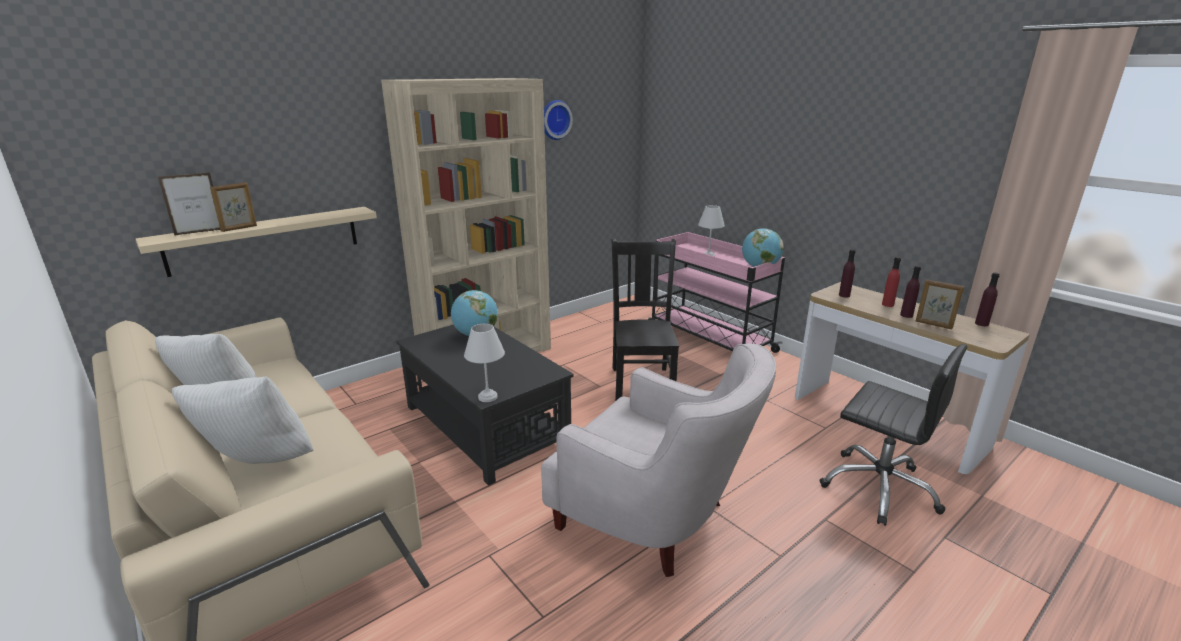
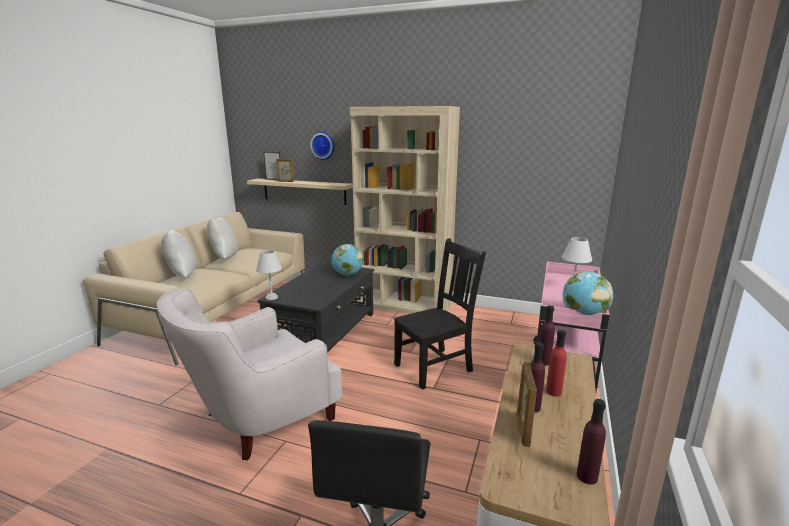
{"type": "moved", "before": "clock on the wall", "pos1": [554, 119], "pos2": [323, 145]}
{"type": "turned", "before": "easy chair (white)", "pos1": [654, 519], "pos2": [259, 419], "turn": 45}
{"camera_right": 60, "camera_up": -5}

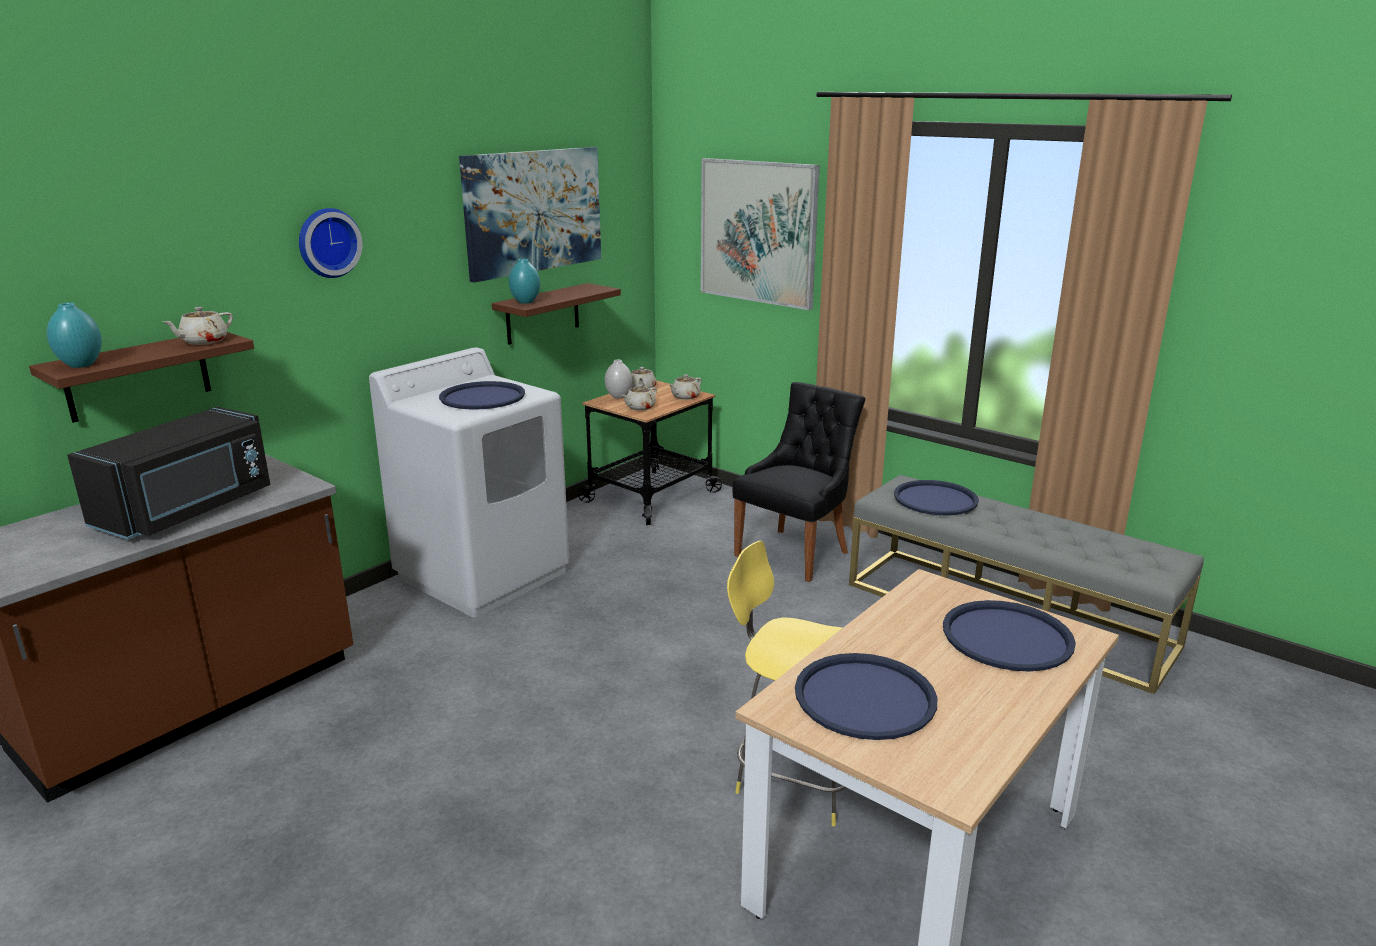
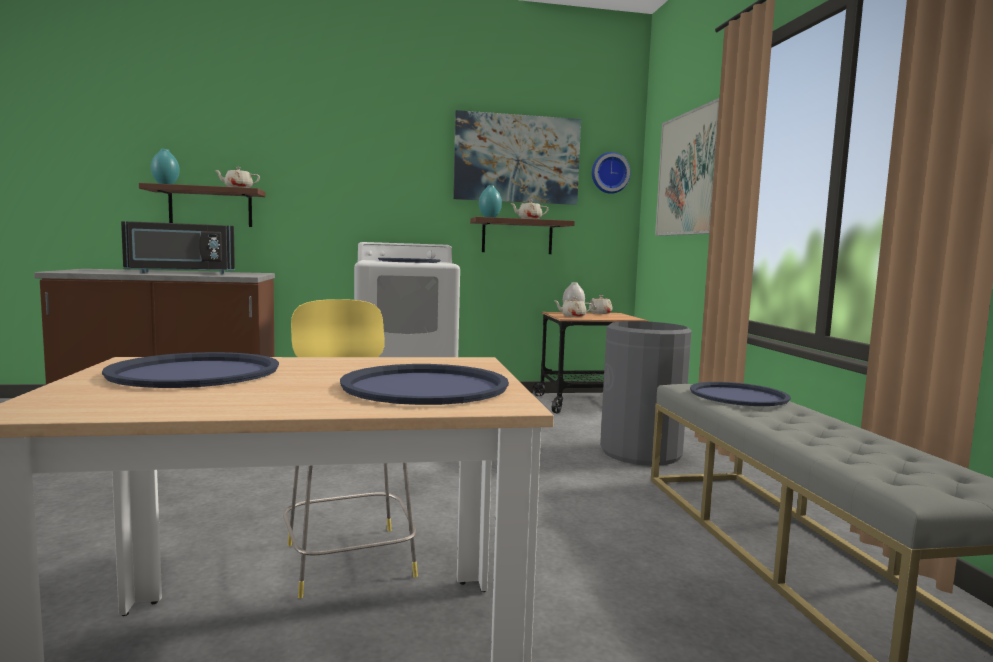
{"type": "moved", "before": "clock on the wall", "pos1": [327, 242], "pos2": [609, 173]}
{"type": "moved", "before": "teapot (beige)", "pos1": [685, 397], "pos2": [529, 219]}
{"type": "replaced", "before": "plain chair (black)", "after": "rubbish bin (gray)", "pos1": [795, 552], "pos2": [641, 452]}
{"camera_right": 40, "camera_up": -15}

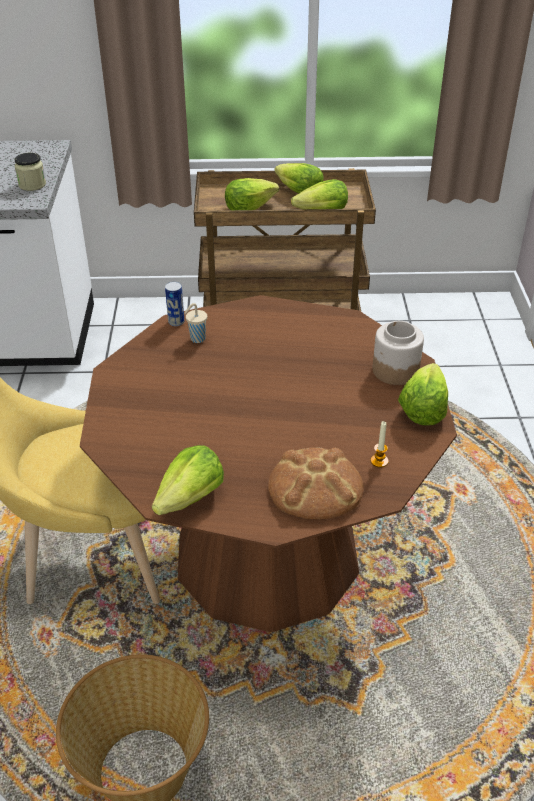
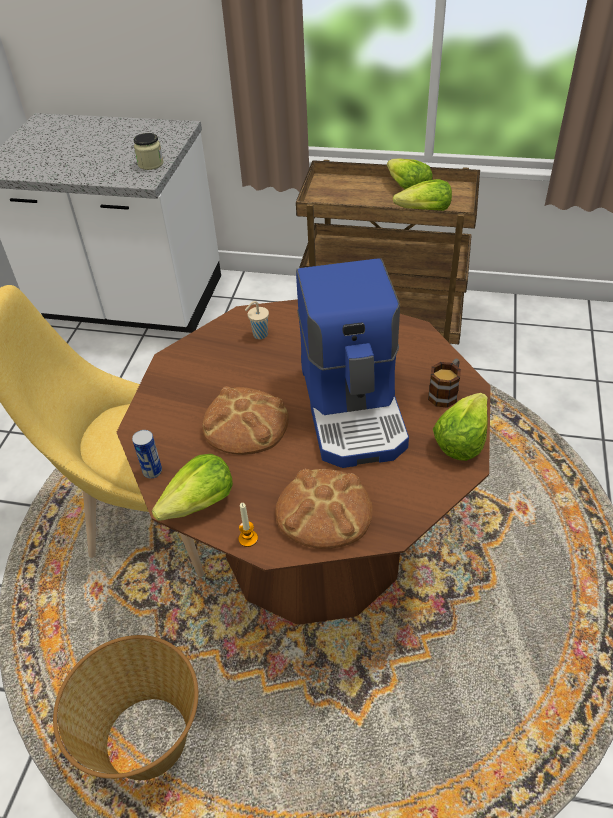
{"type": "removed", "before": "lettuce", "pos1": [249, 207]}
{"type": "moved", "before": "can", "pos1": [176, 322], "pos2": [152, 471]}
{"type": "replaced", "before": "storage jar", "after": "tea mug", "pos1": [395, 370], "pos2": [445, 392]}
{"type": "moved", "before": "wax light", "pos1": [379, 461], "pos2": [248, 538]}
{"type": "added", "after": "coffee machine", "pos2": [354, 408]}
{"type": "added", "after": "bakery bread", "pos2": [245, 423]}
{"camera_right": 15, "camera_up": 5}

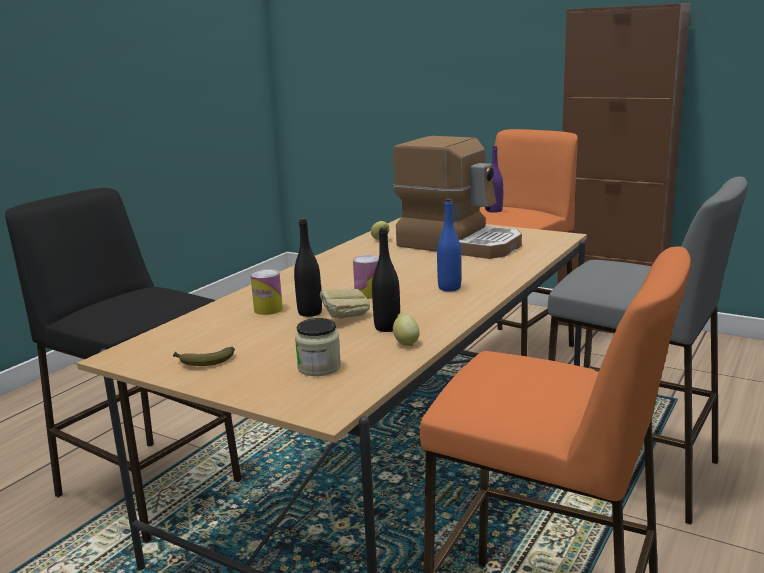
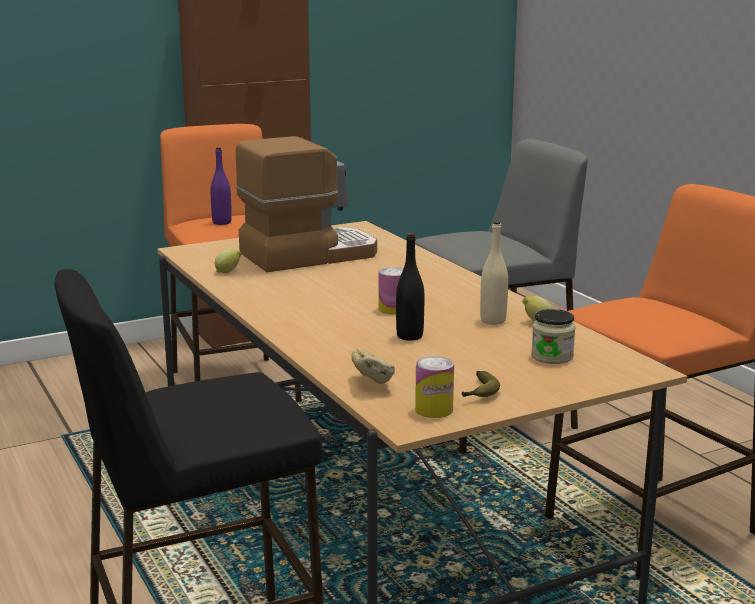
{"type": "removed", "before": "beverage bottle (bluish)", "pos1": [449, 288]}
{"type": "recoloured", "before": "beverage bottle (black)", "after": "beverage bottle (beige)", "pos1": [387, 327], "pos2": [493, 320]}
{"type": "moved", "before": "can", "pos1": [268, 309], "pos2": [434, 409]}
{"type": "moved", "before": "bakery bread", "pos1": [345, 318], "pos2": [372, 384]}
{"camera_right": -60, "camera_up": 0}

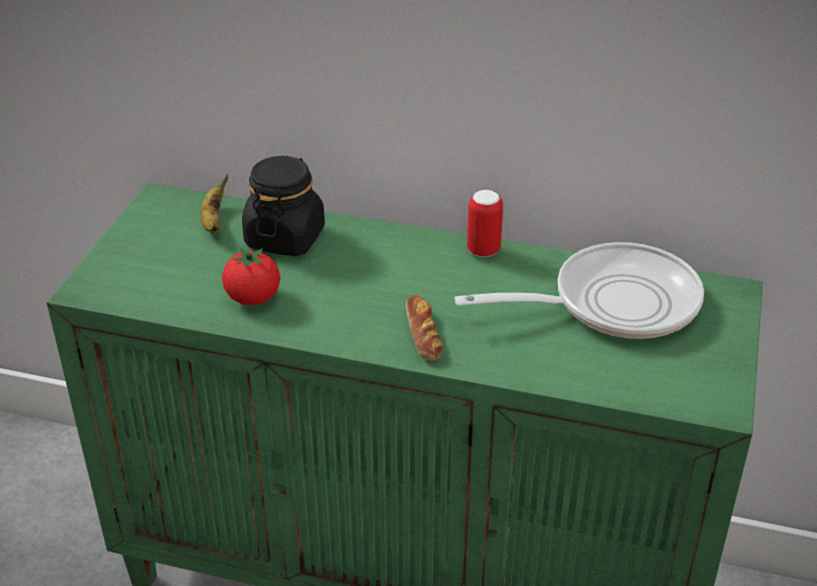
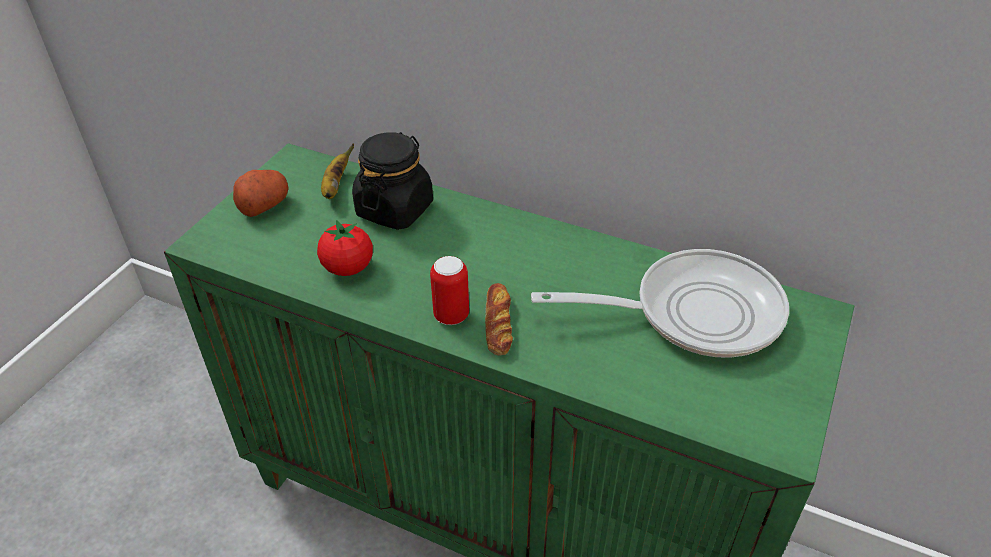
{"type": "moved", "before": "can", "pos1": [483, 250], "pos2": [451, 315]}
{"type": "added", "after": "spud", "pos2": [264, 204]}
{"camera_right": 10, "camera_up": 5}

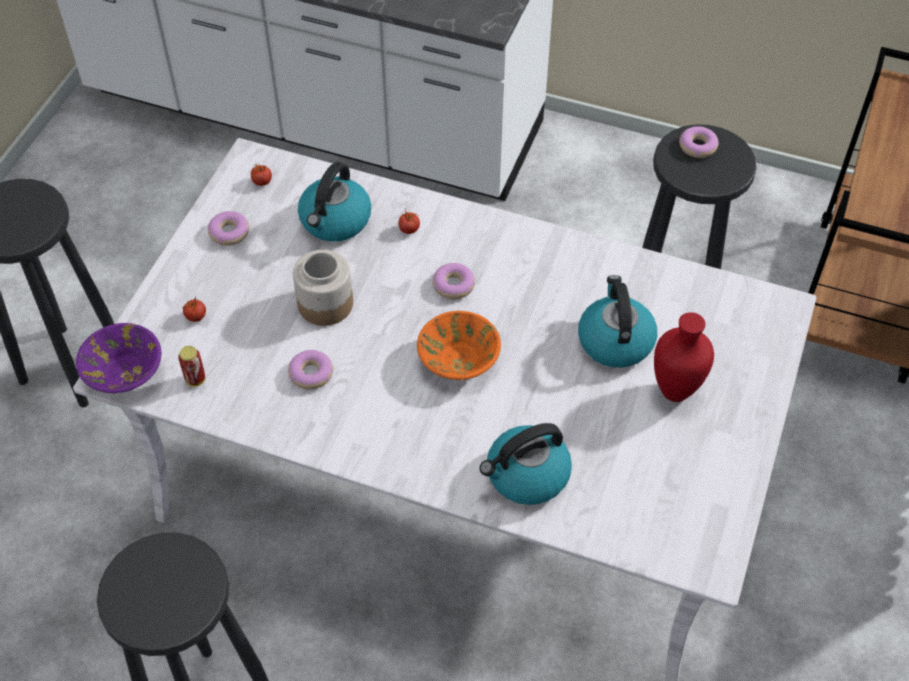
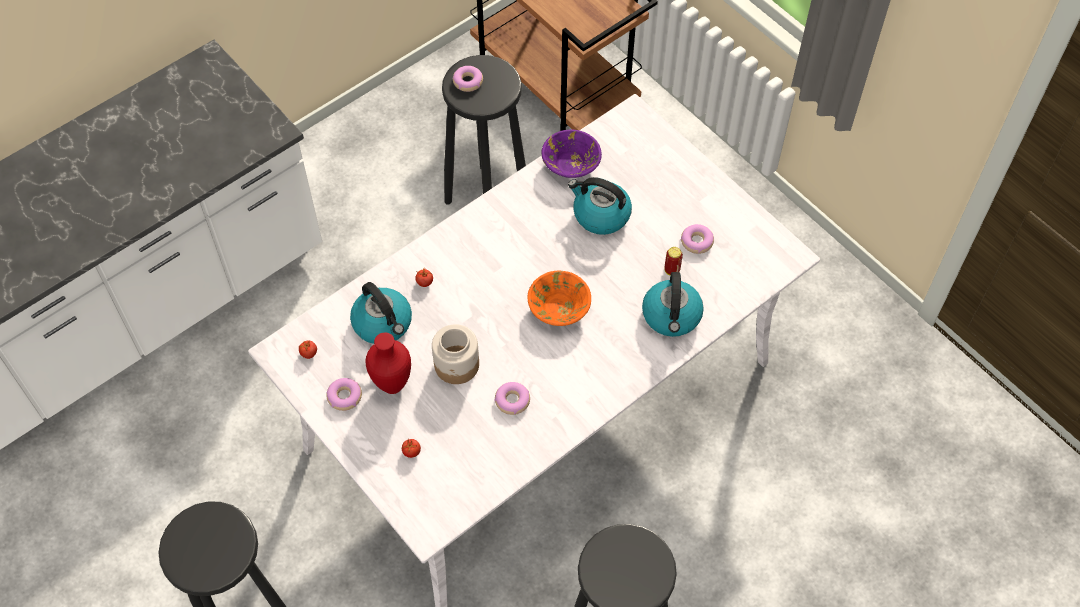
{"type": "moved", "before": "ring doughnut", "pos1": [454, 285], "pos2": [697, 242]}
{"type": "moved", "before": "vase (red-coloured)", "pos1": [675, 393], "pos2": [394, 386]}
{"type": "moved", "before": "bowl (purple)", "pos1": [124, 373], "pos2": [571, 165]}
{"type": "moved", "before": "can", "pos1": [195, 379], "pos2": [672, 270]}
{"camera_right": -60, "camera_up": 5}

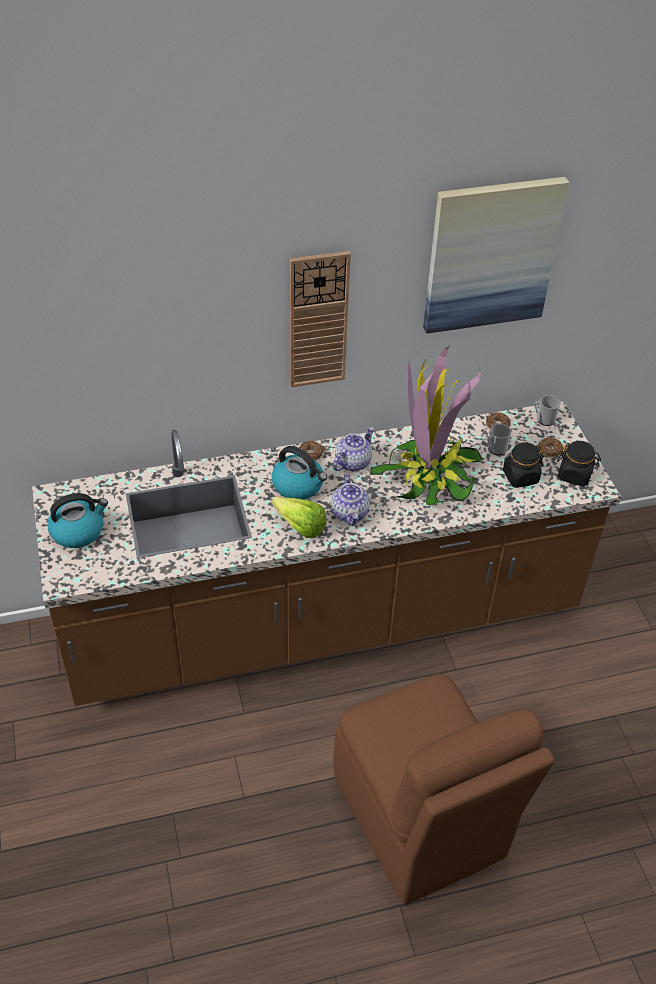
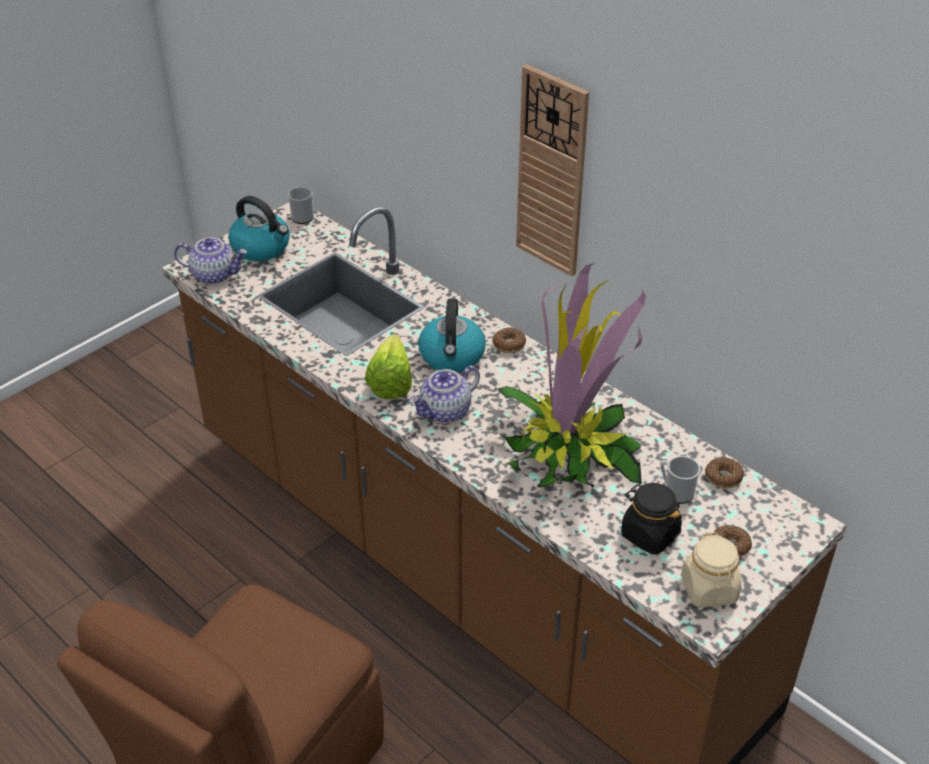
{"type": "removed", "before": "wall picture", "pos1": [491, 255]}
{"type": "moved", "before": "tea mug", "pos1": [543, 419], "pos2": [301, 216]}
{"type": "moved", "before": "teapot", "pos1": [352, 462], "pos2": [214, 275]}
{"type": "recoloured", "before": "storage jar (black)", "after": "storage jar (beige)", "pos1": [575, 475], "pos2": [709, 589]}
{"camera_right": 60, "camera_up": -5}

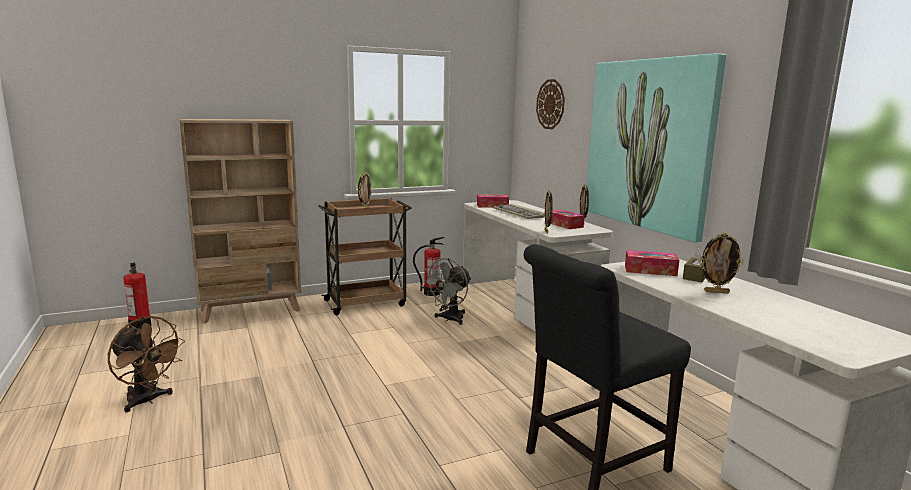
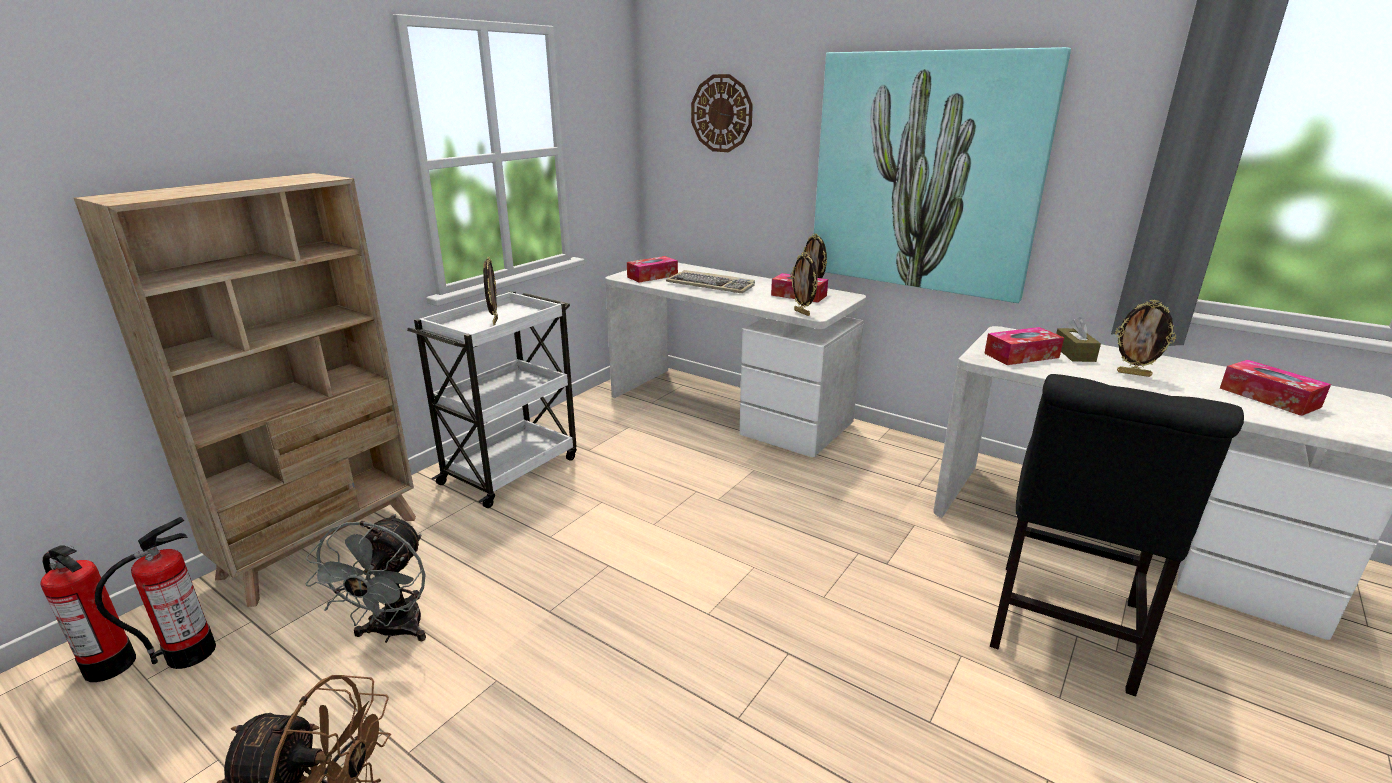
{"type": "recoloured", "before": "wheeled cart (brown)", "after": "wheeled cart (white)", "pos1": [366, 303], "pos2": [511, 469]}
{"type": "turned", "before": "photo frame", "pos1": [716, 292], "pos2": [1133, 373], "turn": 45}
{"type": "moved", "before": "fire-fighting cylinder", "pos1": [431, 293], "pos2": [190, 653]}
{"type": "moved", "before": "cooling fan (gray)", "pos1": [449, 319], "pos2": [392, 632]}
{"type": "added", "after": "tissue holder", "pos2": [1269, 397]}
{"camera_right": -30, "camera_up": 10}

